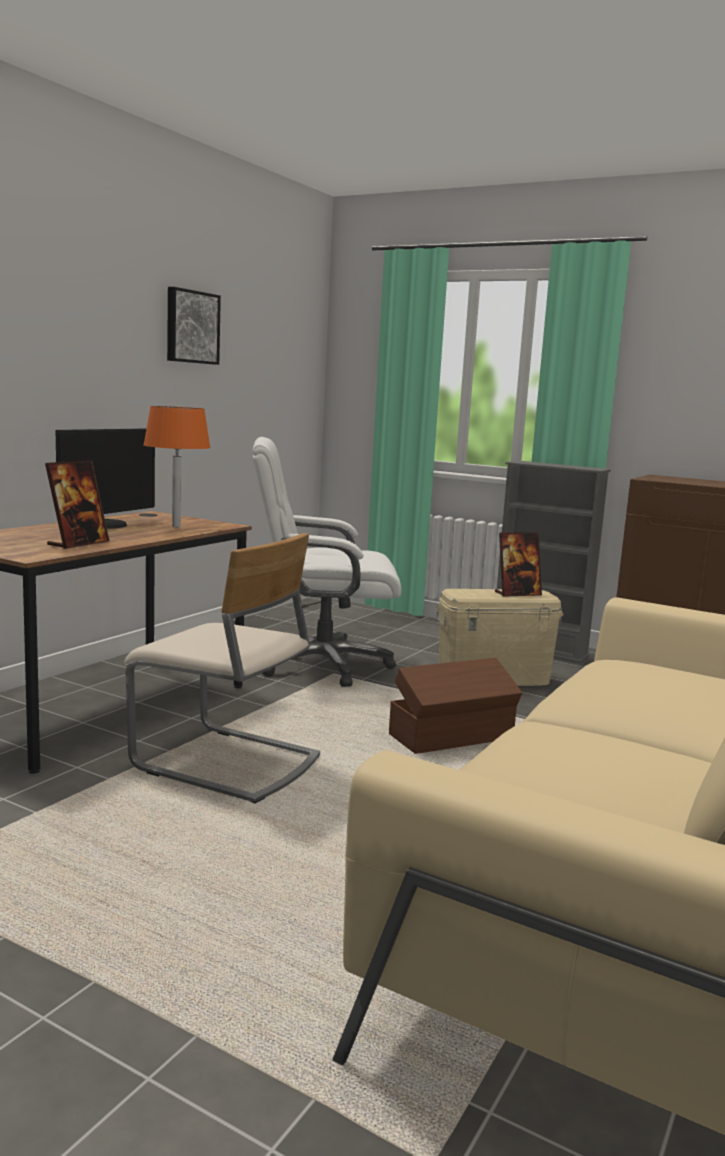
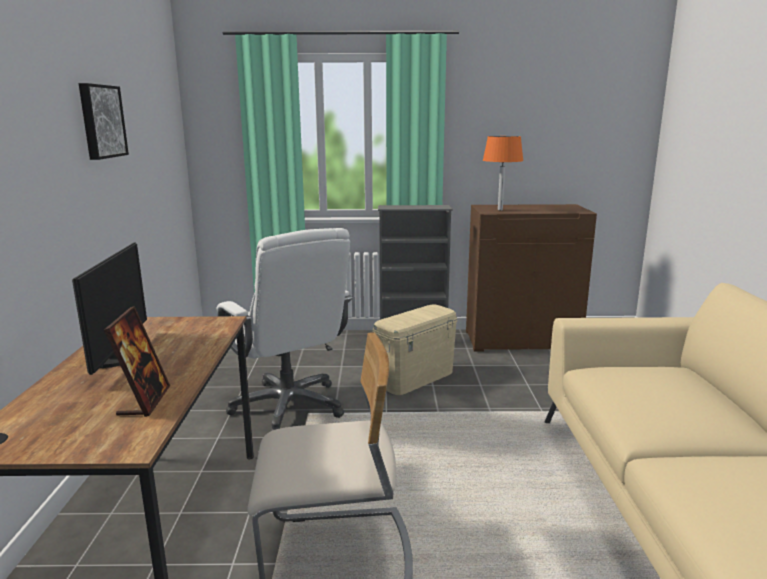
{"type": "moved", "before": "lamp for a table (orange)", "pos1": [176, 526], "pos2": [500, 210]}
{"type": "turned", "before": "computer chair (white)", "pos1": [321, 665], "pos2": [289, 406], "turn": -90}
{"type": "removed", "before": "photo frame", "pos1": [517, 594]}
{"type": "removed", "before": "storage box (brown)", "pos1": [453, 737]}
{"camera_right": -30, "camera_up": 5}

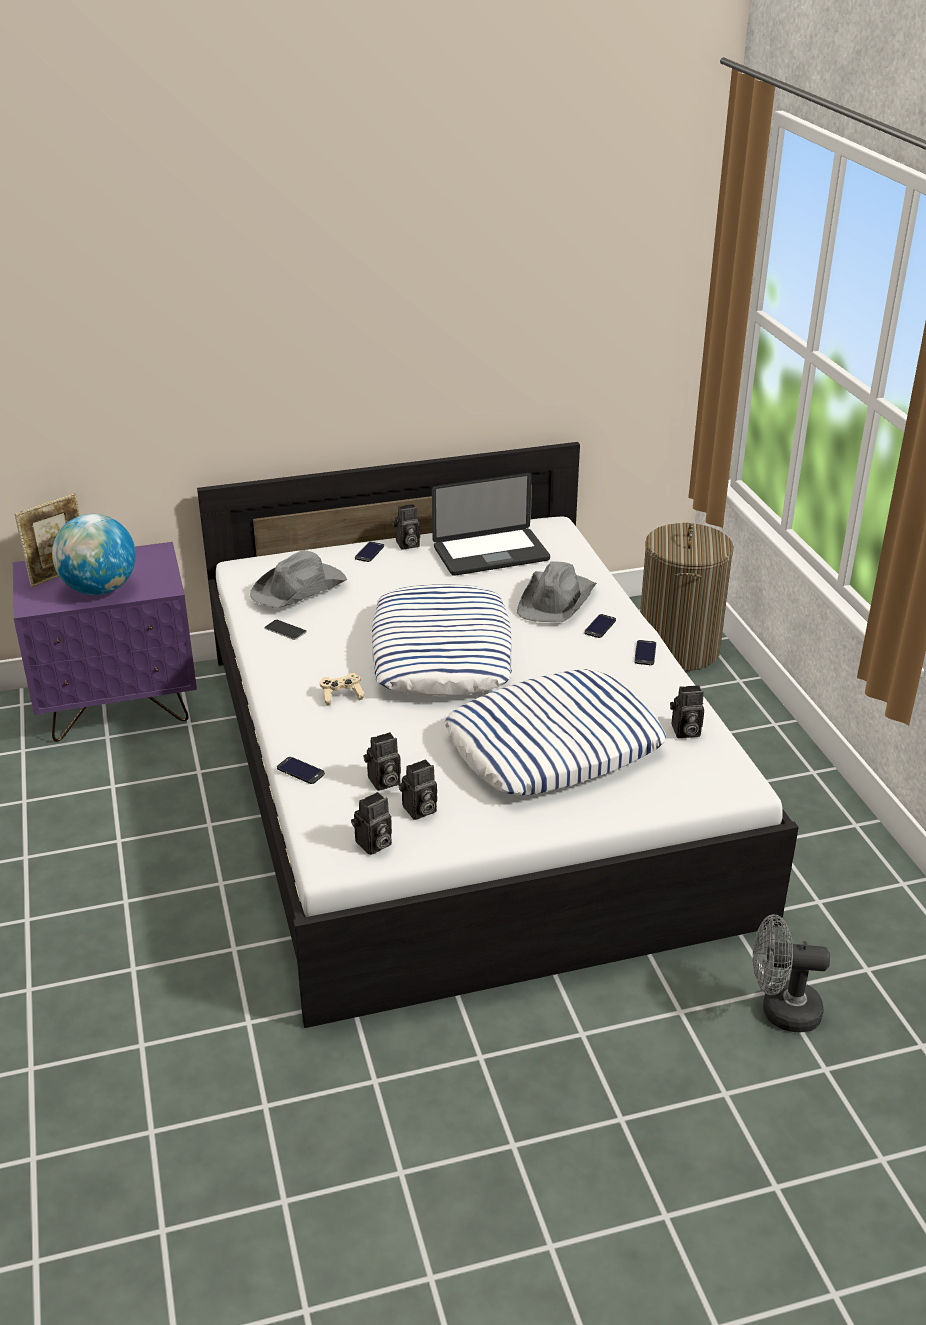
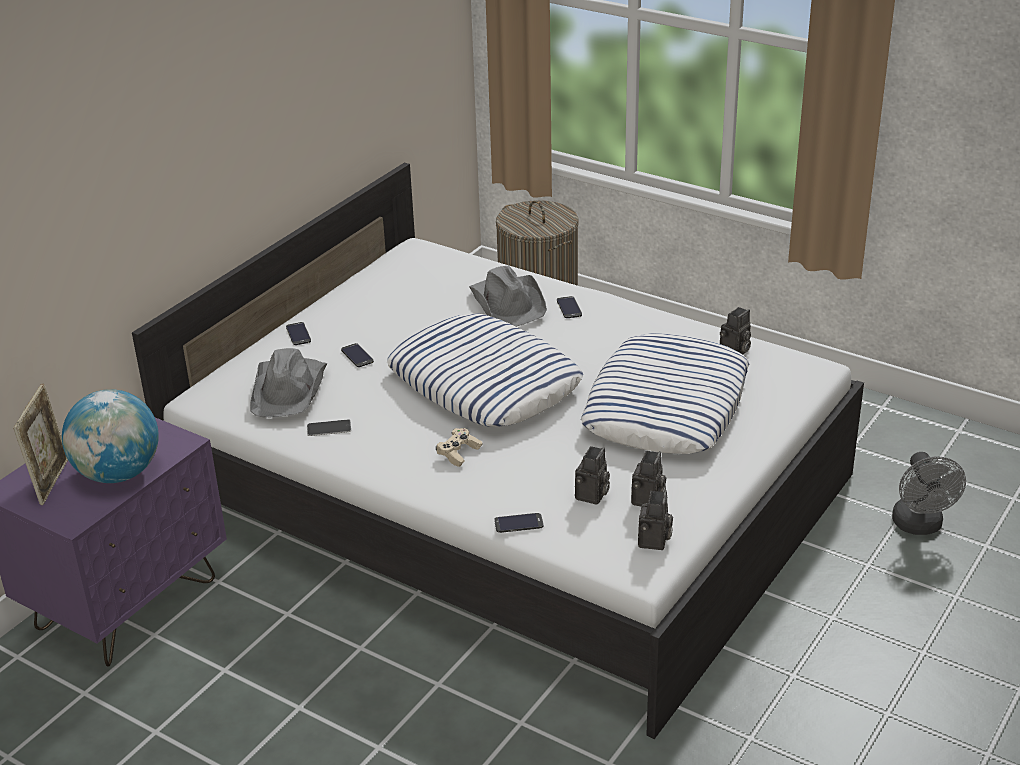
{"type": "removed", "before": "portable computer", "pos1": [491, 554]}
{"type": "removed", "before": "still camera", "pos1": [407, 544]}
{"type": "moved", "before": "handset", "pos1": [645, 653], "pos2": [357, 356]}
{"type": "turned", "before": "cooling fan (gray)", "pos1": [781, 1010], "pos2": [920, 526], "turn": -60}
{"camera_right": -40, "camera_up": 0}

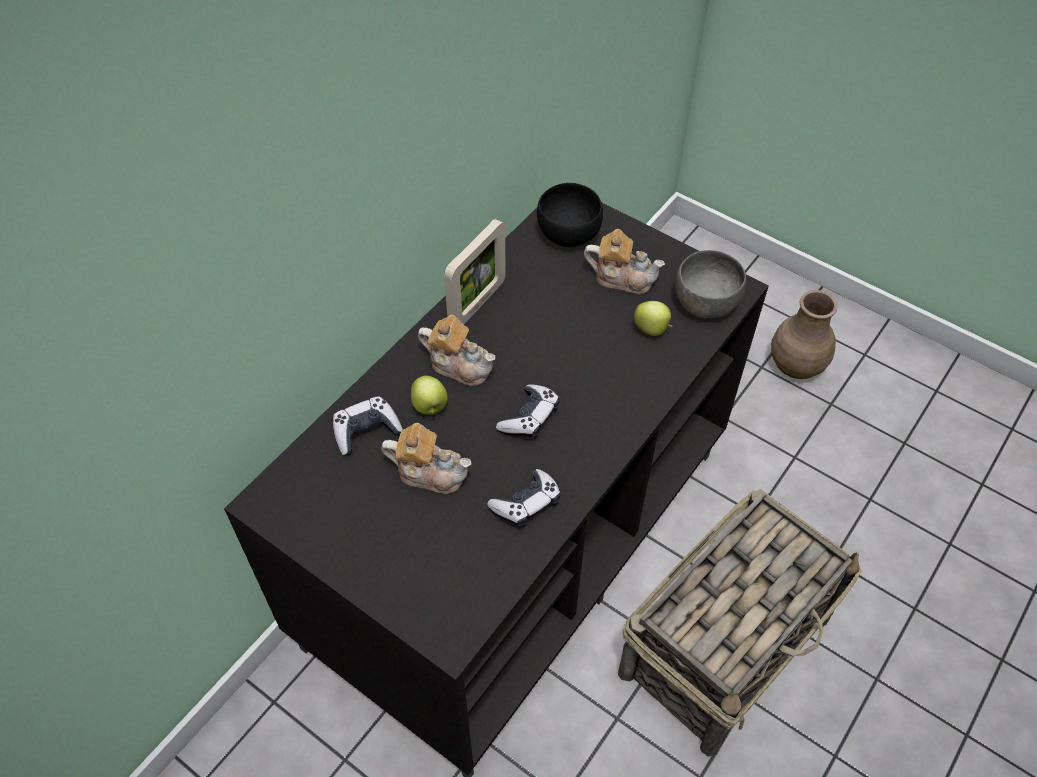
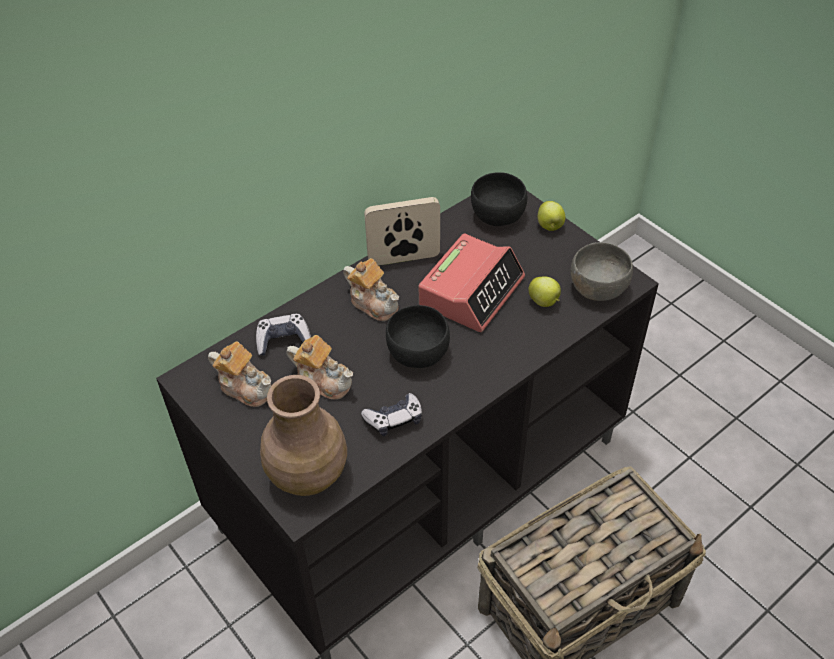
{"type": "turned", "before": "photo frame", "pos1": [477, 304], "pos2": [404, 258], "turn": -150}
{"type": "moved", "before": "teapot", "pos1": [622, 277], "pos2": [245, 387]}
{"type": "moved", "before": "vase (brown)", "pos1": [796, 365], "pos2": [309, 474]}
{"type": "moved", "before": "apple fruit", "pos1": [430, 407], "pos2": [550, 226]}
{"type": "replaced", "before": "game controller", "after": "bowl (black)", "pos1": [529, 418], "pos2": [418, 353]}
{"type": "added", "after": "bedside clock", "pos2": [471, 291]}
{"camera_right": 15, "camera_up": -5}

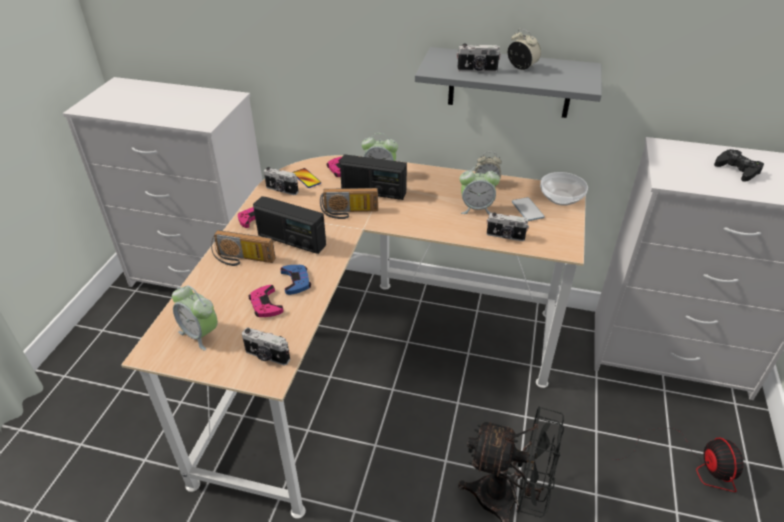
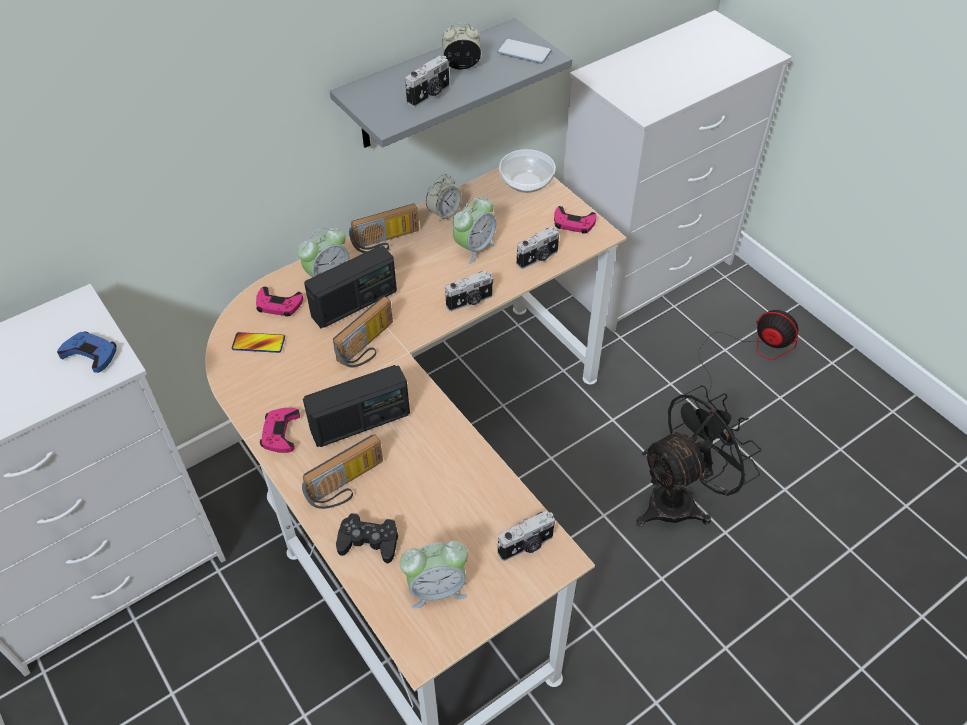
{"type": "moved", "before": "game controller (black)", "pos1": [737, 170], "pos2": [369, 542]}
{"type": "moved", "before": "still camera", "pos1": [281, 190], "pos2": [470, 302]}
{"type": "moved", "before": "handset", "pos1": [527, 210], "pos2": [524, 52]}
{"type": "moved", "before": "game controller (bluish)", "pos1": [296, 281], "pos2": [90, 354]}
{"type": "moved", "before": "game controller (pink-coloured)", "pos1": [265, 304], "pos2": [573, 223]}
{"type": "added", "after": "radio receiver", "pos2": [386, 242]}
{"camera_right": -50, "camera_up": 10}

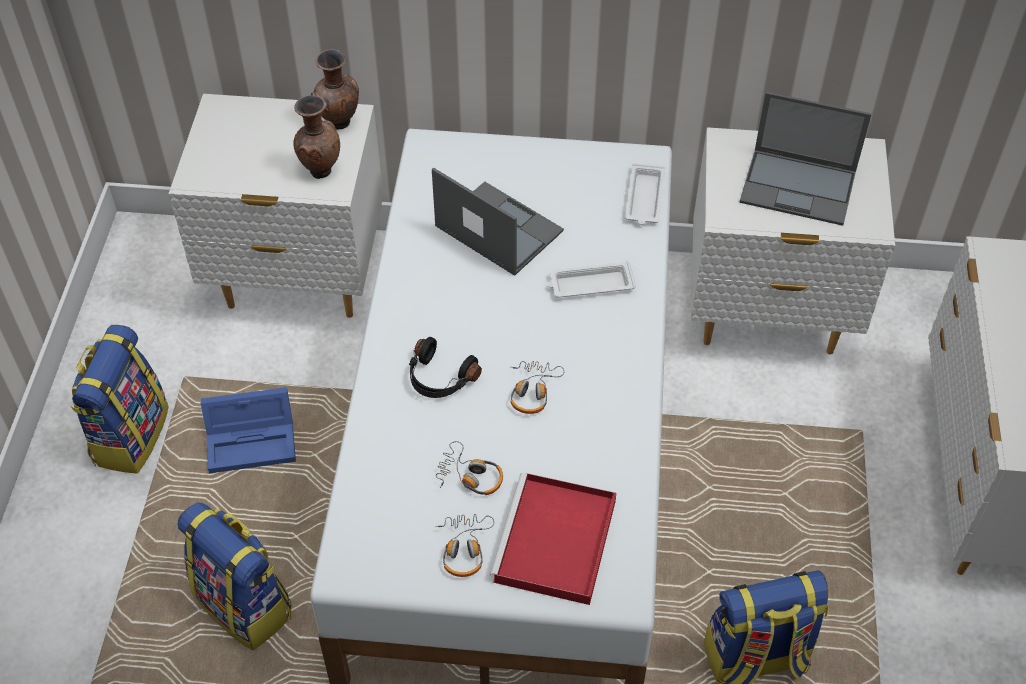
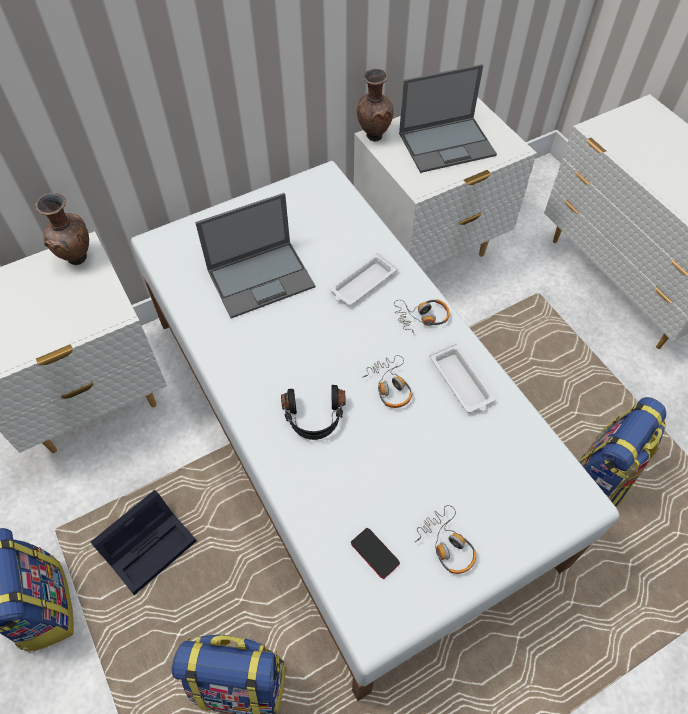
{"type": "moved", "before": "vase (brown)", "pos1": [320, 170], "pos2": [373, 136]}
{"type": "moved", "before": "carrying tray (white)", "pos1": [644, 199], "pos2": [461, 382]}
{"type": "turned", "before": "portable computer", "pos1": [497, 228], "pos2": [262, 278], "turn": 150}
{"type": "recoloured", "before": "storage box (bluish)", "after": "storage box (black)", "pos1": [254, 440], "pos2": [150, 544]}
{"type": "moved", "before": "headset", "pos1": [470, 476], "pos2": [422, 317]}
{"type": "removed", "before": "carrying tray (red-coloured)", "pos1": [555, 544]}
{"type": "added", "after": "handset", "pos2": [375, 553]}
{"camera_right": -35, "camera_up": 5}

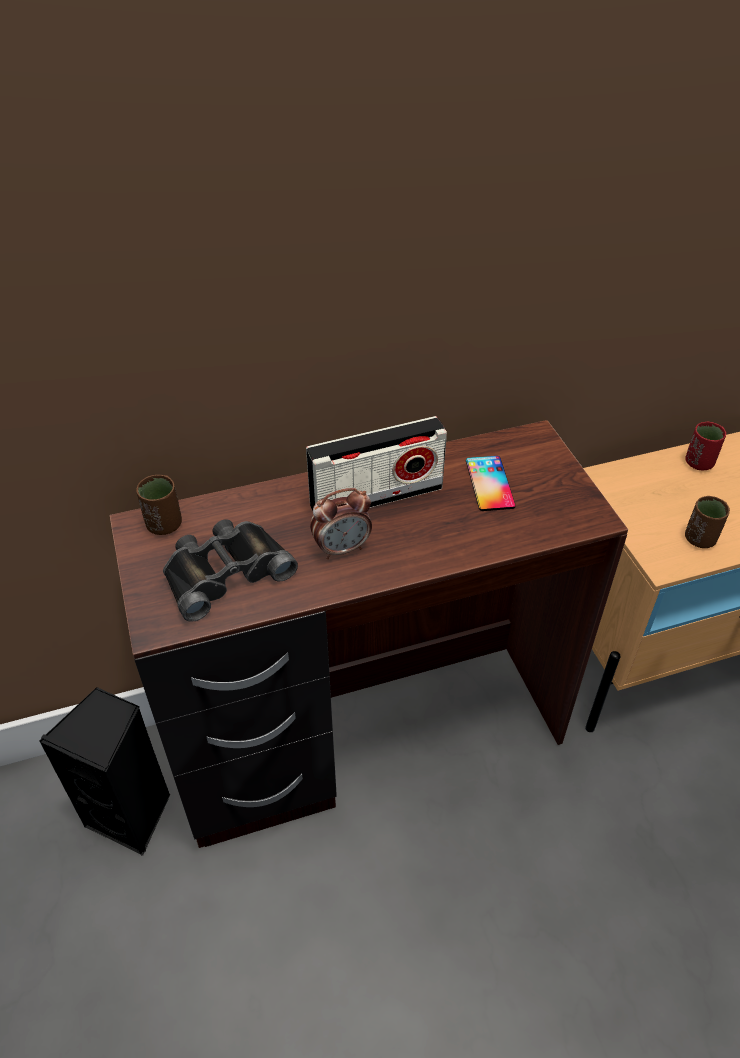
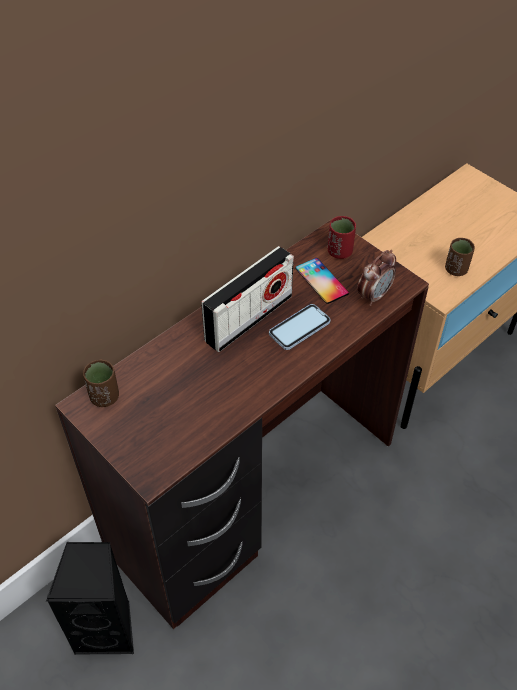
{"type": "moved", "before": "drinking cup (red-coloured)", "pos1": [699, 463], "pos2": [339, 252]}
{"type": "moved", "before": "bedside clock", "pos1": [342, 548], "pos2": [374, 295]}
{"type": "removed", "before": "field glasses (black)", "pos1": [225, 572]}
{"type": "added", "after": "handset", "pos2": [299, 328]}
{"camera_right": -25, "camera_up": 5}

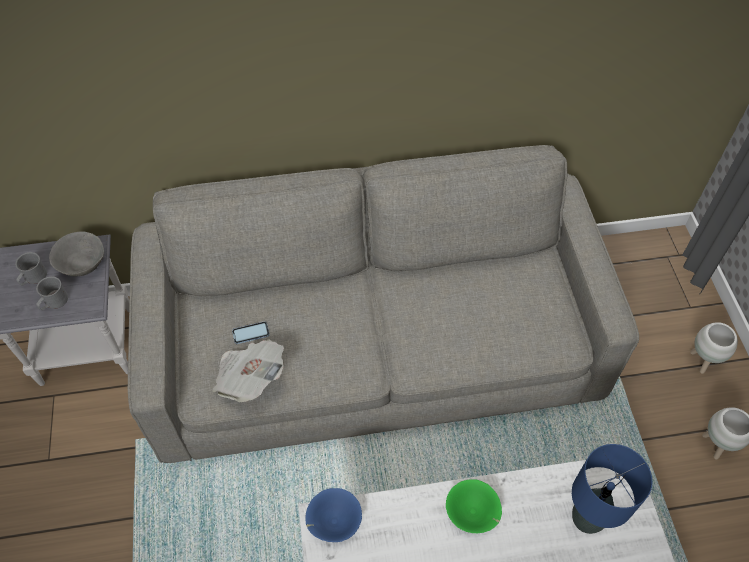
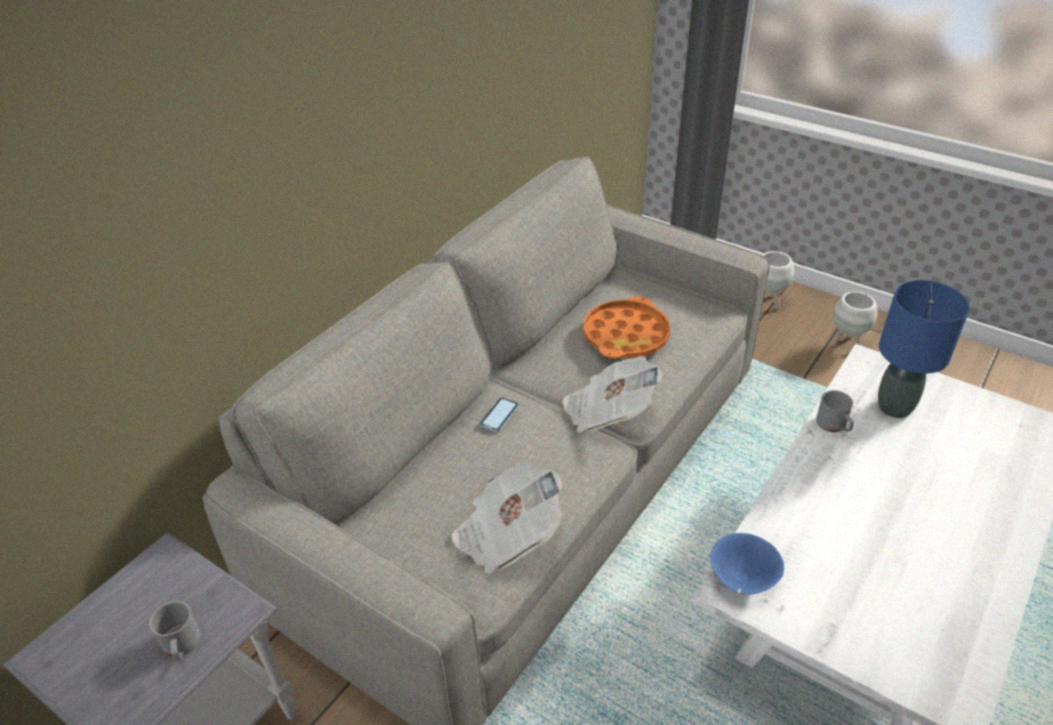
{"type": "removed", "before": "bowl (gray)", "pos1": [82, 265]}
{"type": "moved", "before": "tea mug (gray)", "pos1": [33, 278], "pos2": [834, 425]}
{"type": "moved", "before": "handset", "pos1": [251, 333], "pos2": [499, 415]}
{"type": "removed", "before": "bowl (green-coloured)", "pos1": [472, 513]}
{"type": "added", "after": "carrying tray (orange)", "pos2": [626, 336]}
{"type": "added", "after": "printed paper", "pos2": [608, 412]}
{"camera_right": -45, "camera_up": -15}

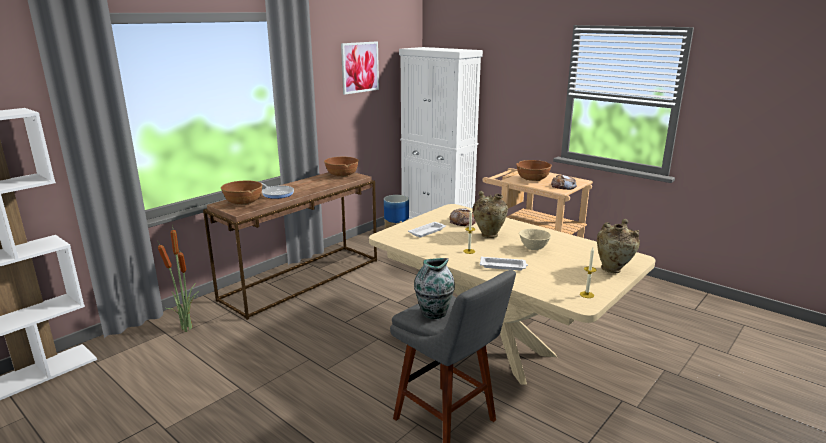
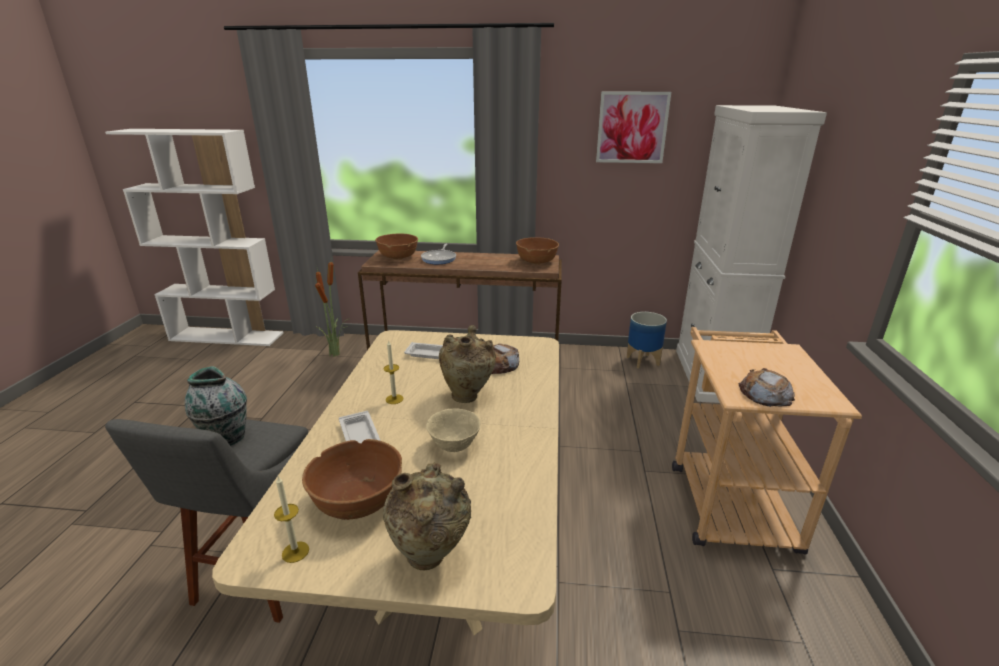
{"type": "moved", "before": "bowl (brown)", "pos1": [532, 179], "pos2": [358, 502]}
{"camera_right": 55, "camera_up": 5}

